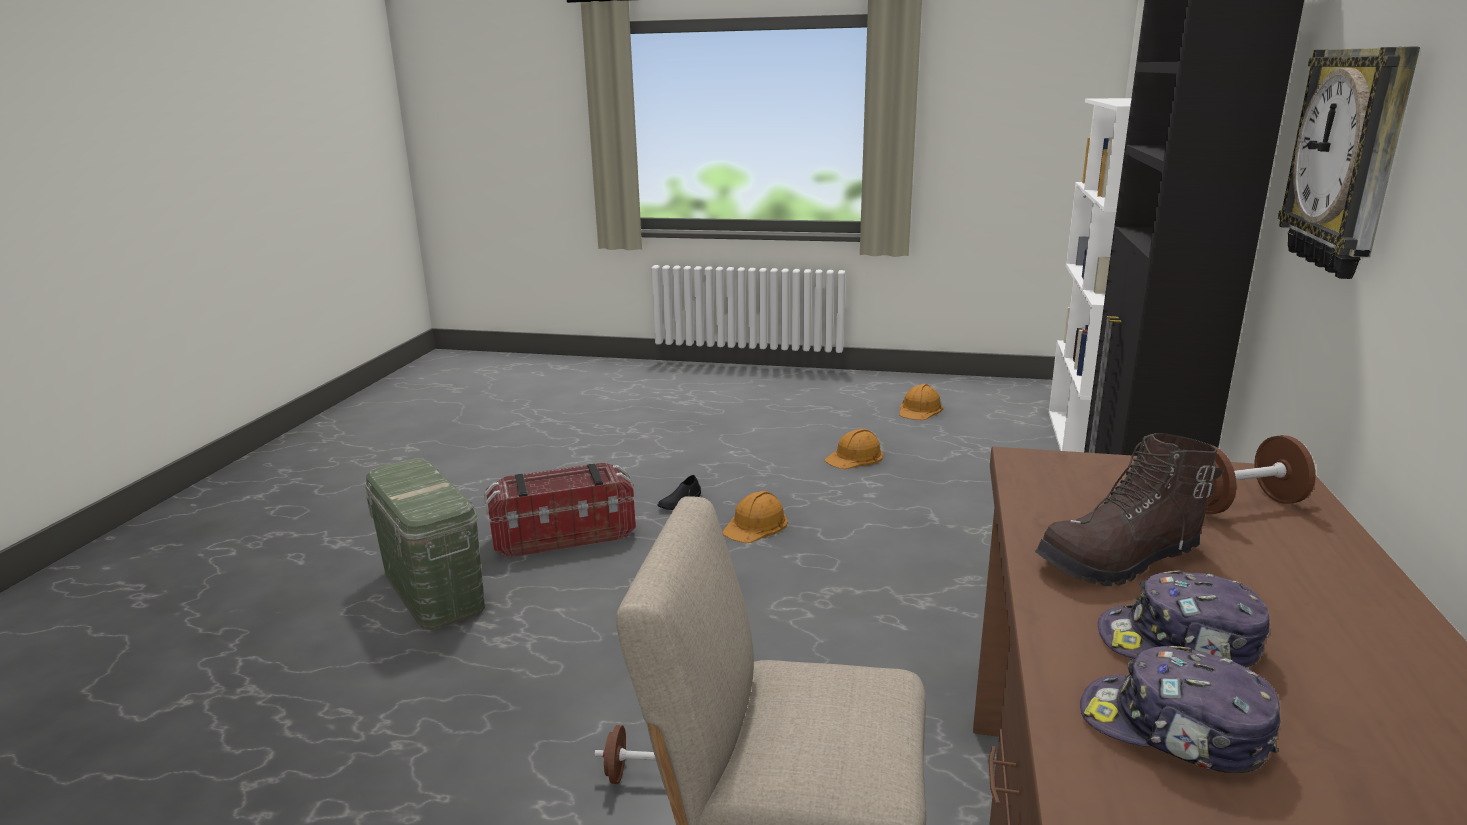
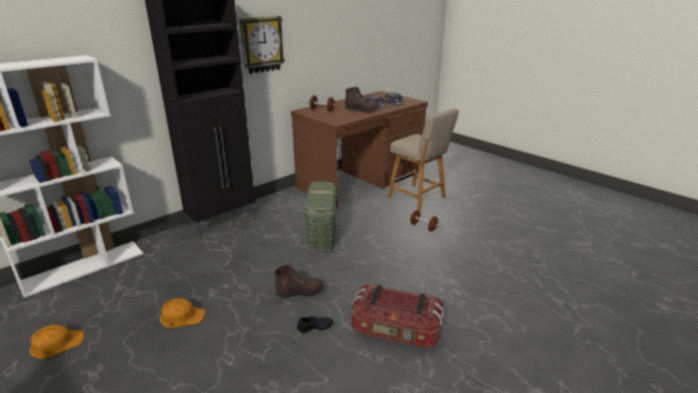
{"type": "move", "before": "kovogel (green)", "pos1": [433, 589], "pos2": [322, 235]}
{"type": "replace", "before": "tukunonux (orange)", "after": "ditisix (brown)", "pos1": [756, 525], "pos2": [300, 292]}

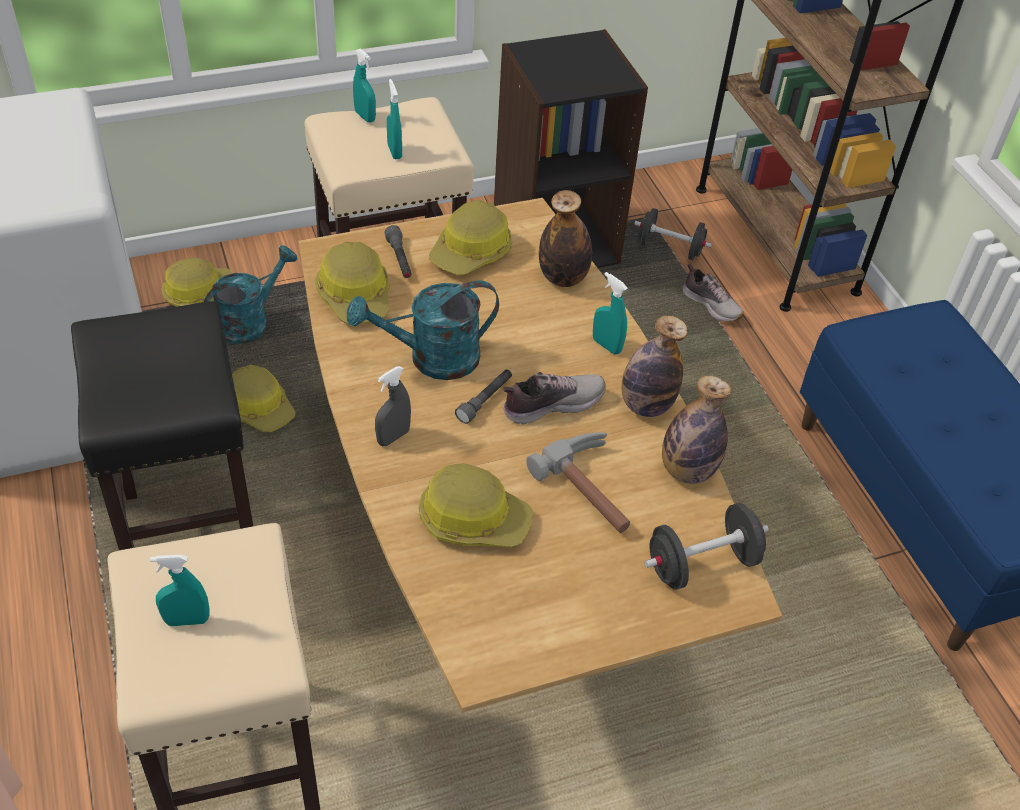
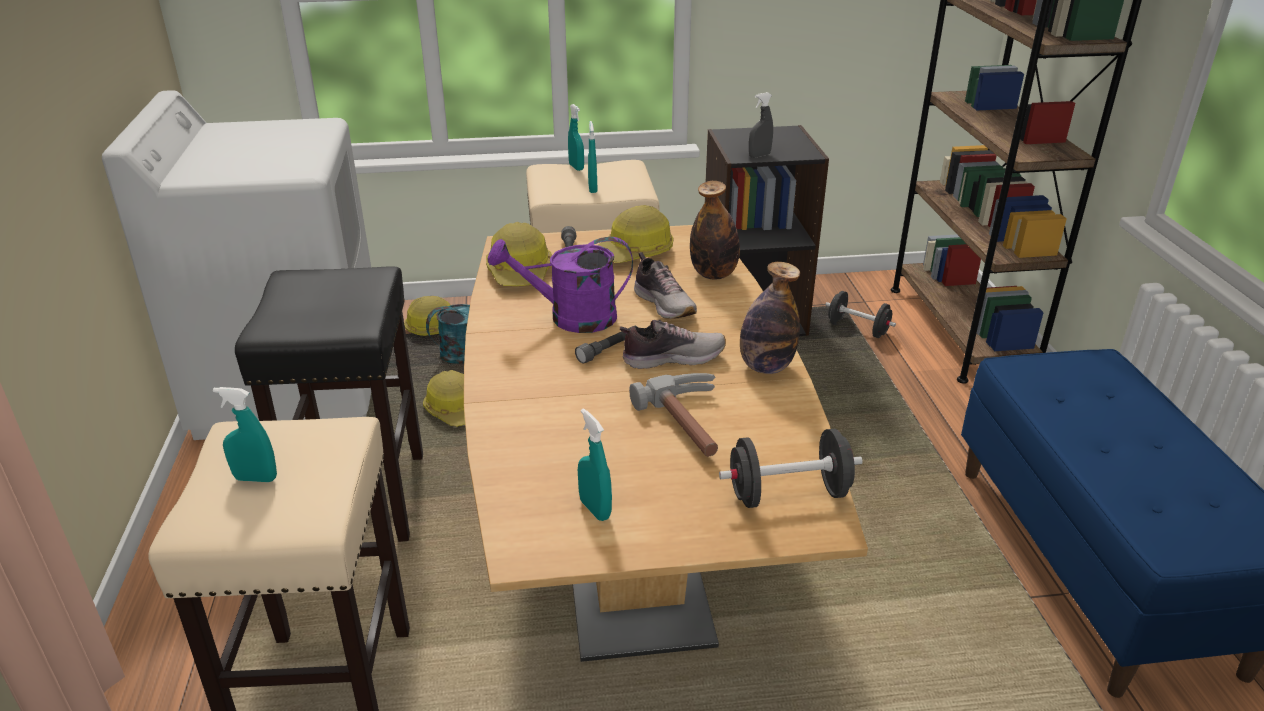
{"type": "move", "before": "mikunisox", "pos1": [711, 305], "pos2": [665, 304]}
{"type": "move", "before": "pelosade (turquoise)", "pos1": [606, 345], "pos2": [595, 509]}
{"type": "recolor", "before": "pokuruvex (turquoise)", "after": "pokuruvex (purple)", "pos1": [432, 359], "pos2": [570, 318]}
{"type": "move", "before": "pelosade (grey)", "pos1": [393, 437], "pos2": [759, 156]}
{"type": "delete", "before": "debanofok", "pos1": [687, 471]}
{"type": "delete", "before": "tukunonux", "pos1": [473, 518]}

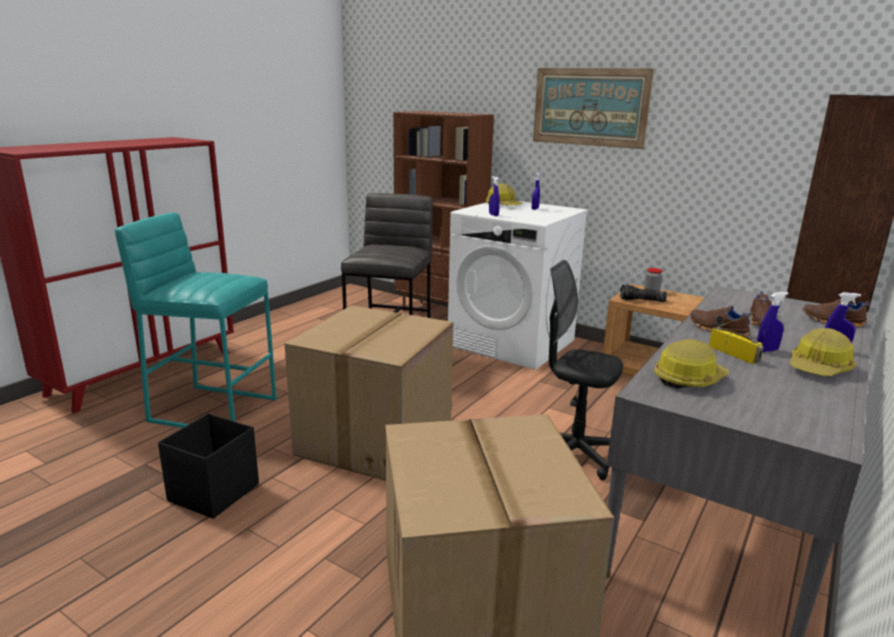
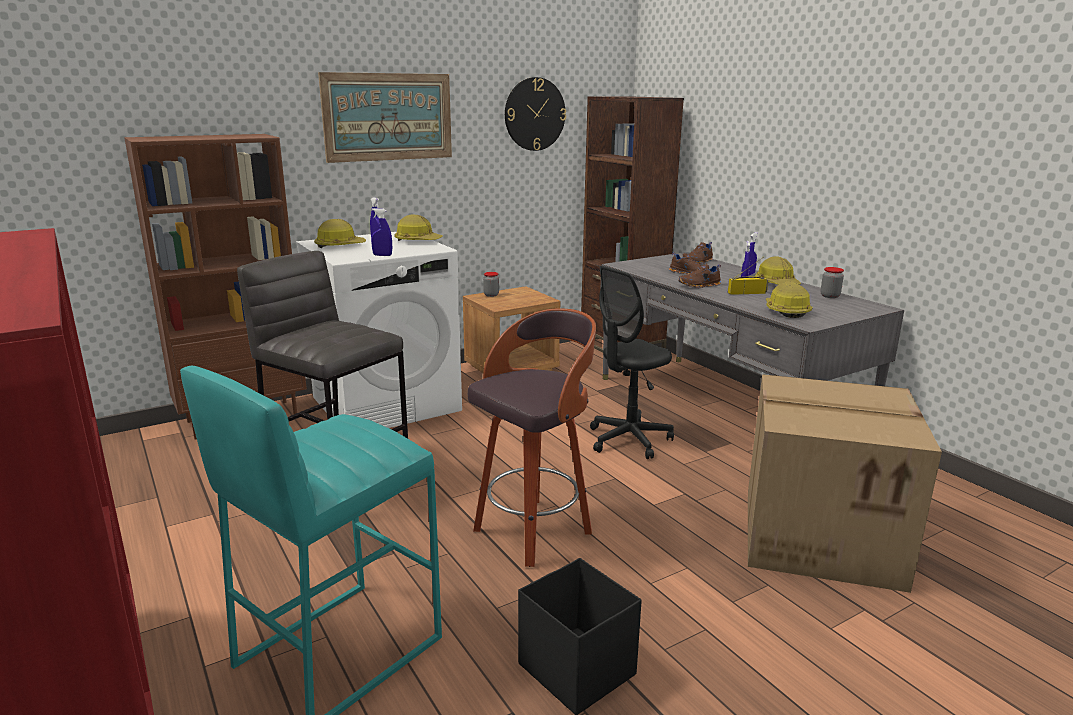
{"type": "delete", "before": "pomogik", "pos1": [642, 300]}
{"type": "replace", "before": "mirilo", "after": "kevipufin", "pos1": [376, 441], "pos2": [535, 530]}
{"type": "insert", "after": "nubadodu", "pos2": [534, 114]}
{"type": "insert", "after": "tukunonux", "pos2": [417, 241]}
{"type": "insert", "after": "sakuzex", "pos2": [830, 296]}

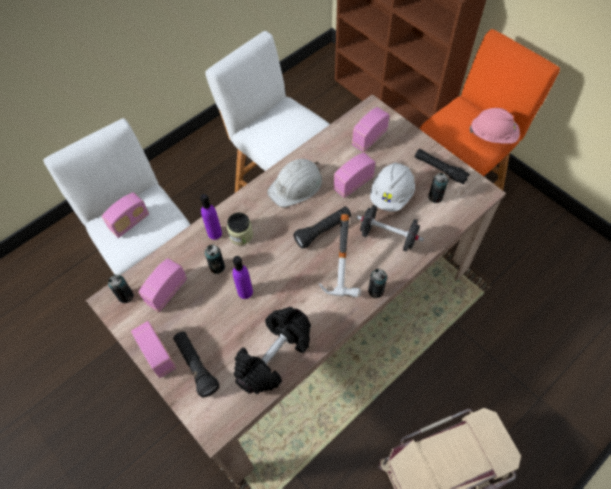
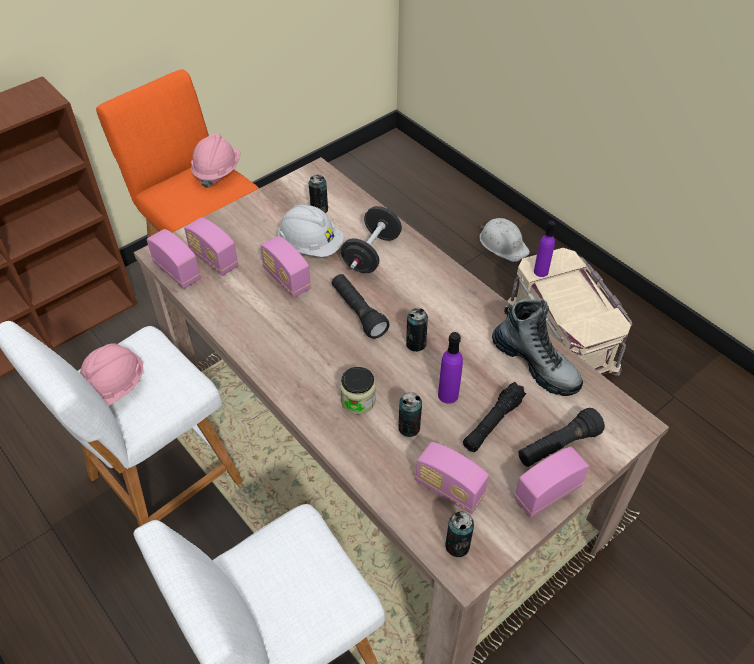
{"type": "move", "before": "pomogik (black)", "pos1": [440, 169], "pos2": [493, 423]}
{"type": "move", "before": "tukunonux (white)", "pos1": [296, 185], "pos2": [503, 244]}
{"type": "move", "before": "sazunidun", "pos1": [130, 222], "pos2": [177, 272]}
{"type": "move", "before": "debanofok (purple)", "pos1": [214, 233], "pos2": [541, 271]}
{"type": "delete", "before": "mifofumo", "pos1": [347, 271]}
{"type": "move", "before": "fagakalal", "pos1": [376, 291], "pos2": [416, 344]}
{"type": "replace", "before": "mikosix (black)", "after": "ditisix", "pos1": [274, 356], "pos2": [535, 364]}
{"type": "insert", "after": "tukunonux (pink)", "pos2": [113, 388]}

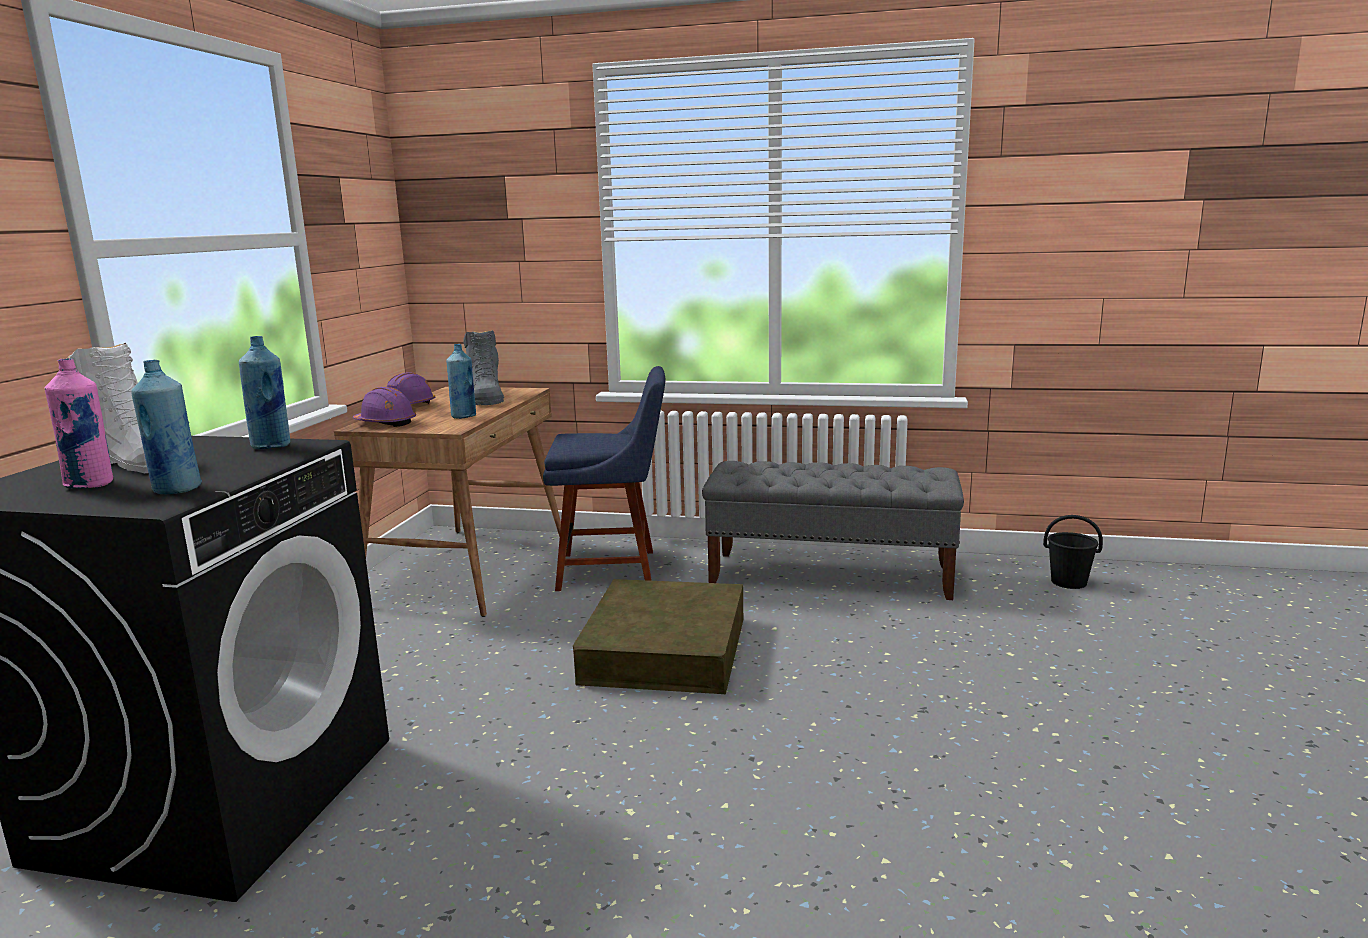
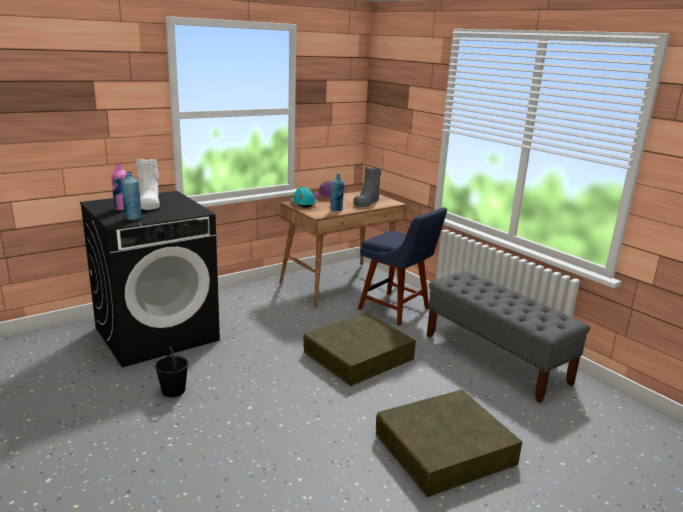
{"type": "delete", "before": "debanofok (blue)", "pos1": [272, 446]}
{"type": "recolor", "before": "tukunonux (purple)", "after": "tukunonux (turquoise)", "pos1": [386, 423], "pos2": [303, 204]}
{"type": "move", "before": "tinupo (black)", "pos1": [1069, 582], "pos2": [173, 391]}
{"type": "insert", "after": "kovogel (brown)", "pos2": [445, 449]}

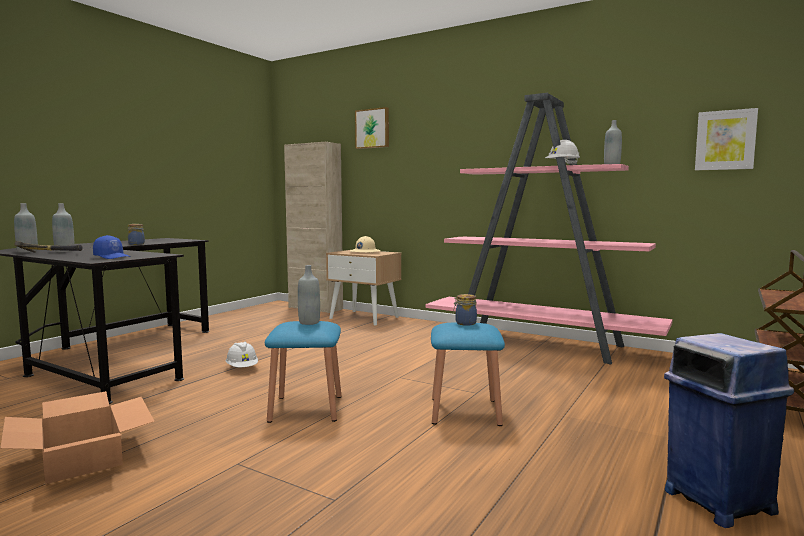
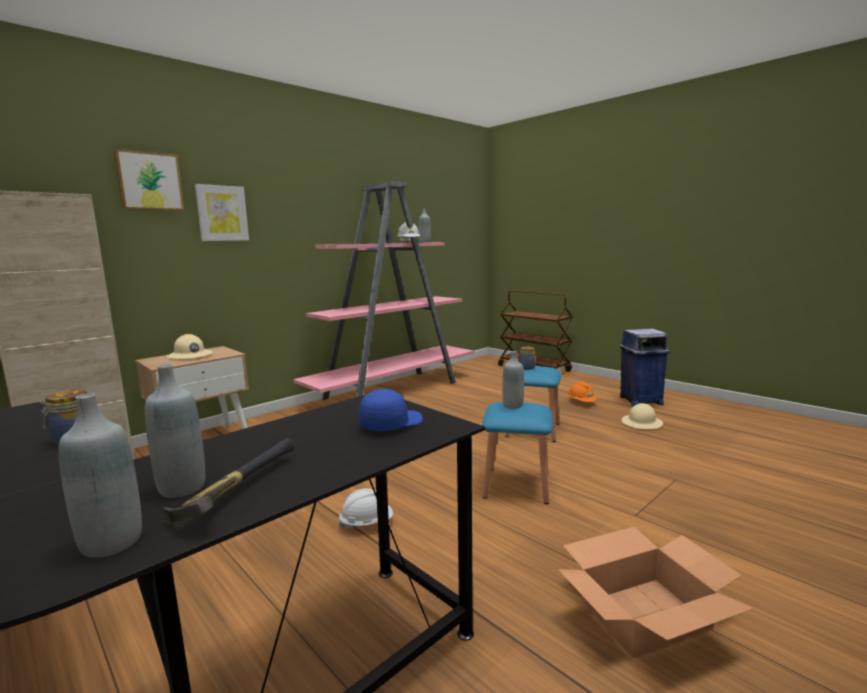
{"type": "move", "before": "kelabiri", "pos1": [725, 140], "pos2": [222, 213]}
{"type": "insert", "after": "tukunonux (orange)", "pos2": [581, 402]}
{"type": "insert", "after": "tukunonux (beige)", "pos2": [642, 423]}

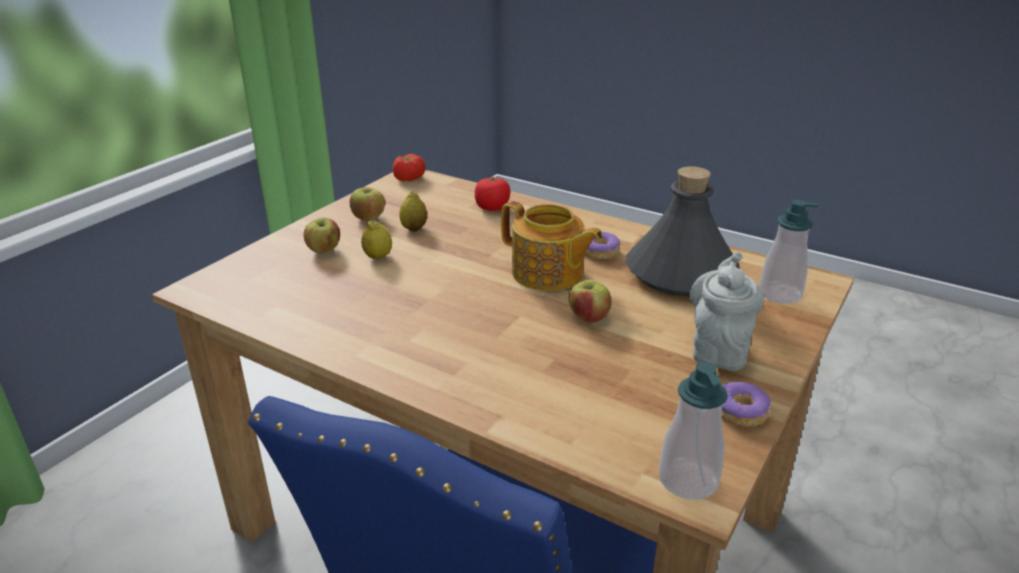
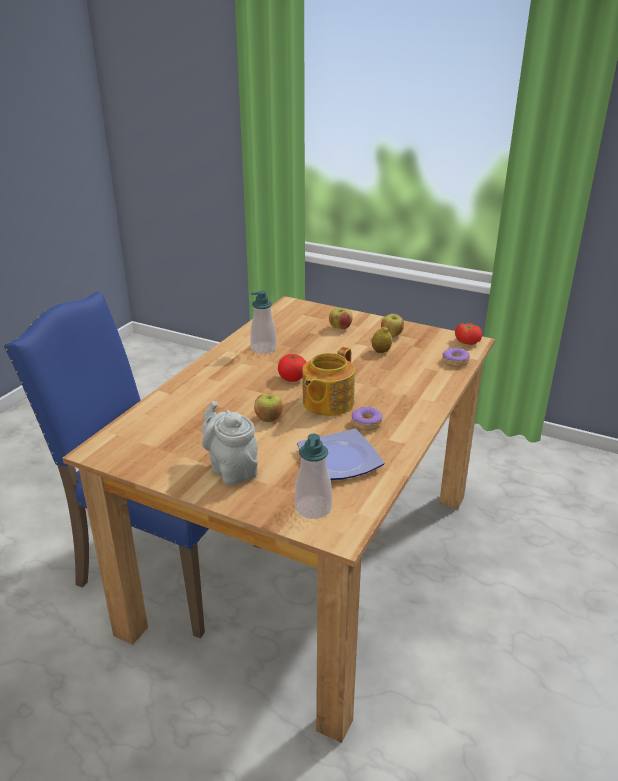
{"type": "replace", "before": "debanofok (grey)", "after": "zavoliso", "pos1": [680, 274], "pos2": [337, 459]}
{"type": "move", "before": "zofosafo", "pos1": [492, 207], "pos2": [292, 378]}
{"type": "delete", "before": "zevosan", "pos1": [378, 257]}
{"type": "rotate", "before": "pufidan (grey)", "pos1": [719, 348], "pos2": [231, 469], "turn": -135}
{"type": "move", "before": "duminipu", "pos1": [688, 480], "pos2": [263, 348]}
{"type": "move", "before": "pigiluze", "pos1": [741, 412], "pos2": [455, 362]}

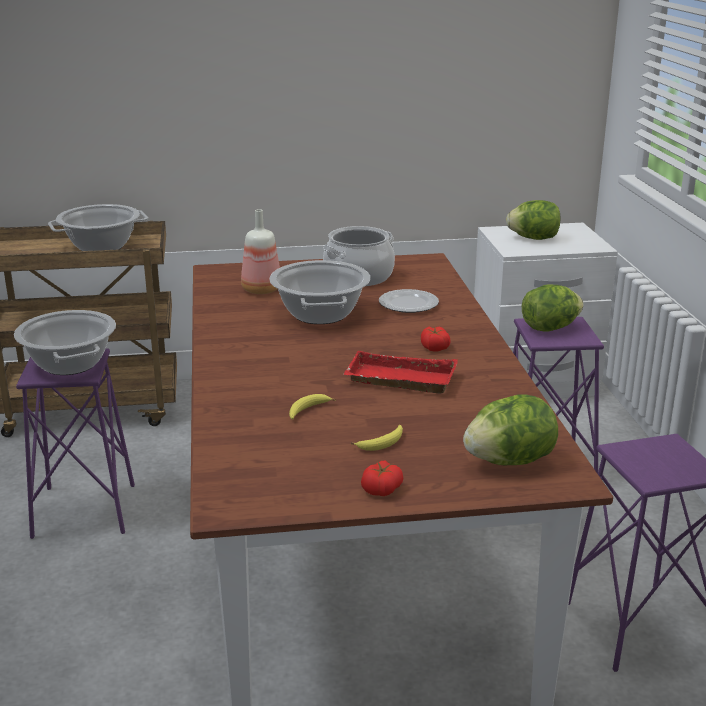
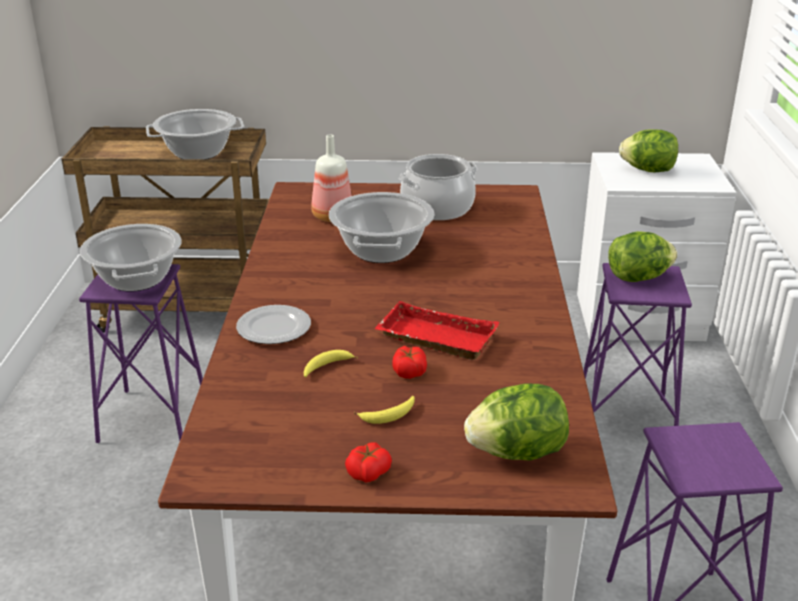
{"type": "move", "before": "zavoliso", "pos1": [408, 305], "pos2": [273, 329]}
{"type": "move", "before": "zofosafo", "pos1": [434, 347], "pos2": [409, 371]}

